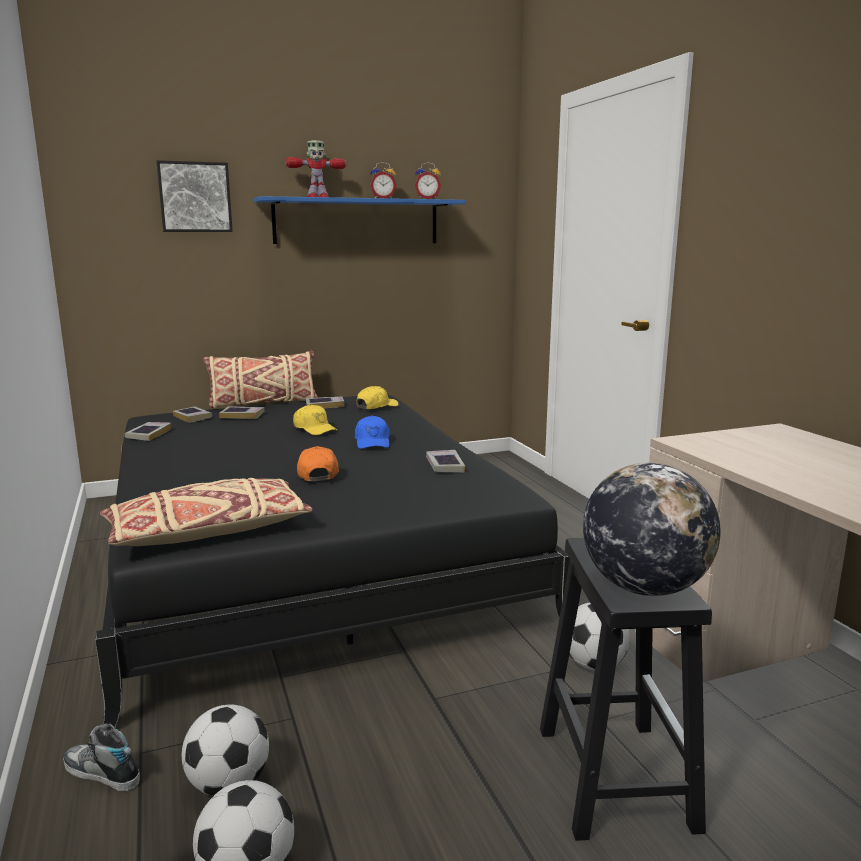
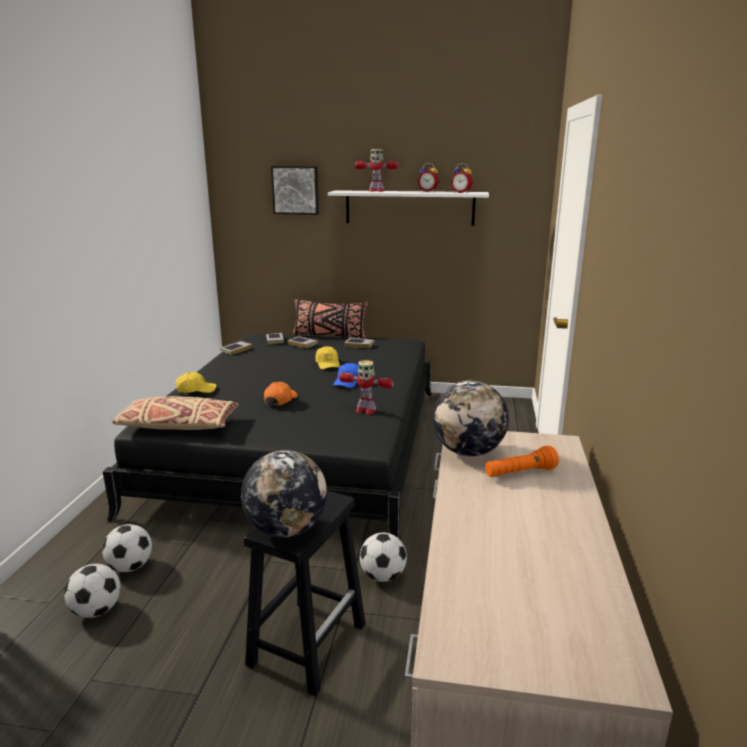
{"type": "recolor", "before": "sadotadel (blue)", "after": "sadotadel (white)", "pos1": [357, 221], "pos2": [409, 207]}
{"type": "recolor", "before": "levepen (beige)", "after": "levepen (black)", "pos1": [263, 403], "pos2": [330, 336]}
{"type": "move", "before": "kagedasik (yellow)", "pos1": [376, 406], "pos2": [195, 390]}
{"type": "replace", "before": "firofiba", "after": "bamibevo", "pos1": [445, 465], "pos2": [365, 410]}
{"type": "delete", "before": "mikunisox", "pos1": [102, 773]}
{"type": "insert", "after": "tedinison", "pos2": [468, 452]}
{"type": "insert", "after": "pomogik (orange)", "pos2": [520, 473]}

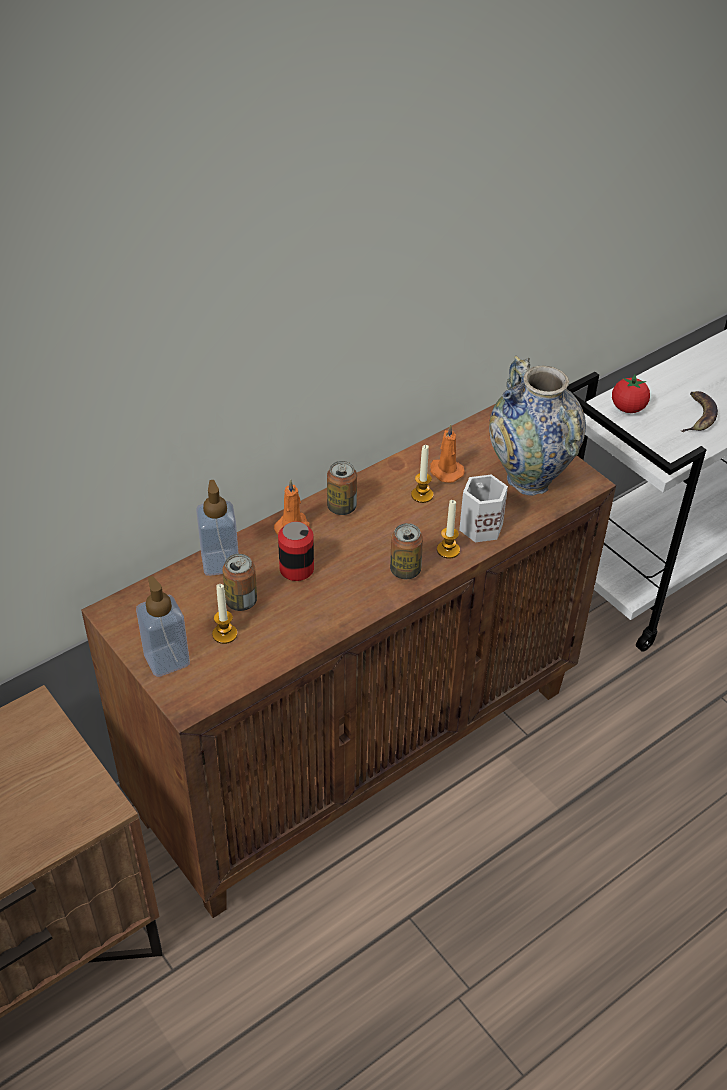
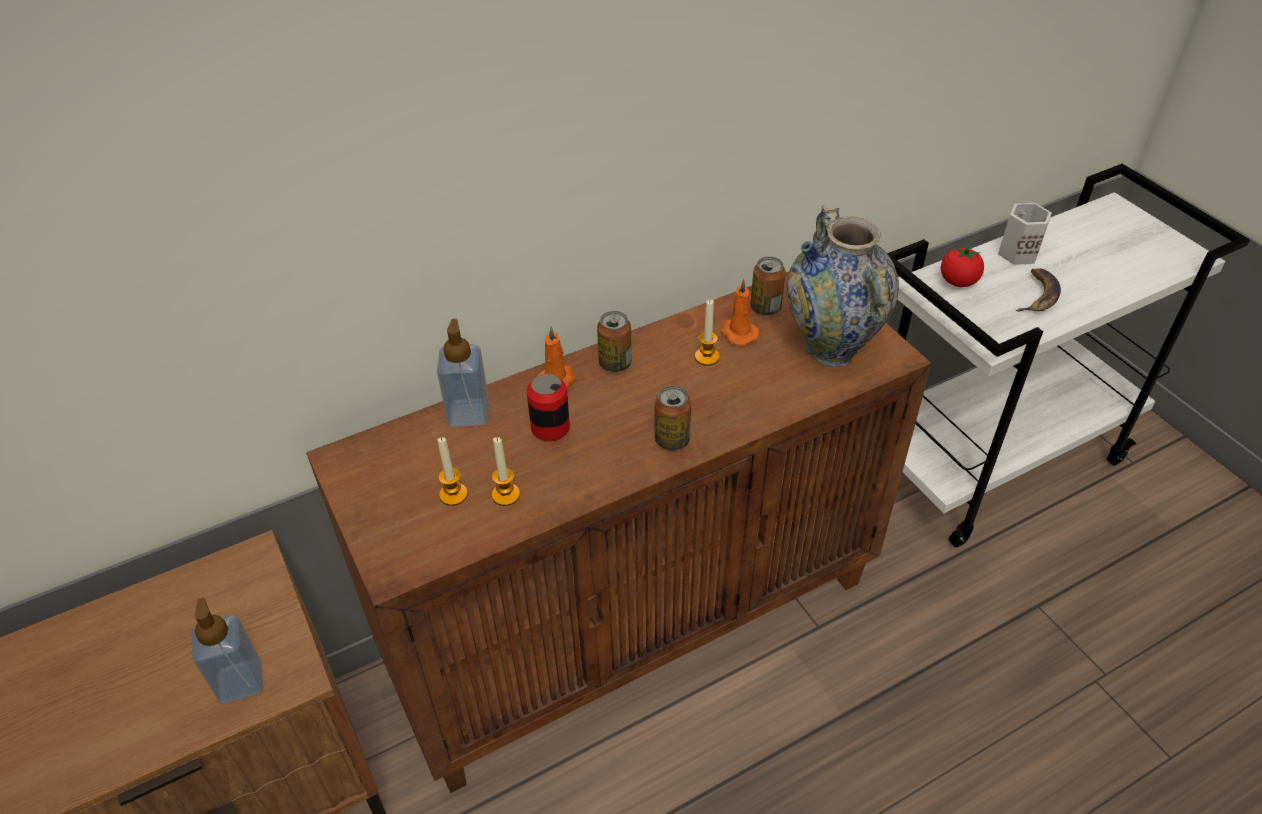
{"type": "move", "before": "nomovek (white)", "pos1": [479, 526], "pos2": [1016, 252]}
{"type": "move", "before": "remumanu", "pos1": [448, 550], "pos2": [506, 495]}
{"type": "move", "before": "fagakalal", "pos1": [241, 601], "pos2": [765, 308]}
{"type": "move", "before": "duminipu", "pos1": [167, 660], "pos2": [240, 681]}

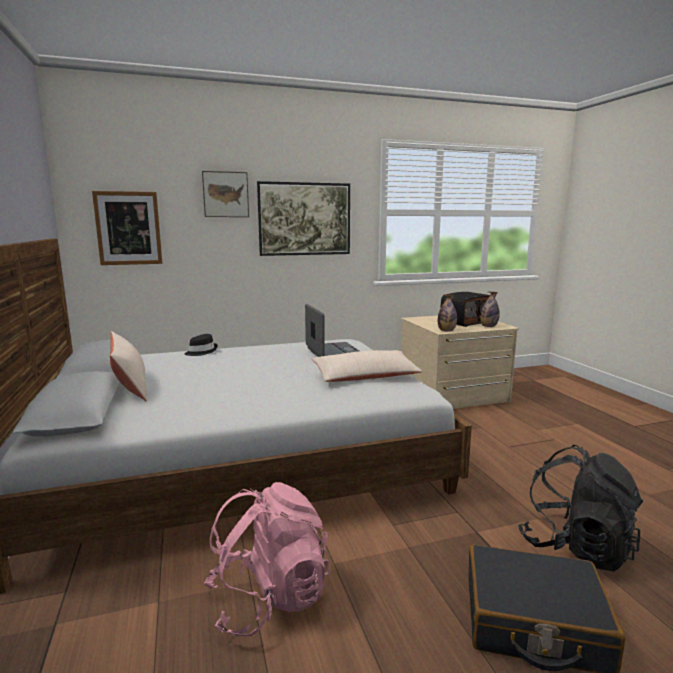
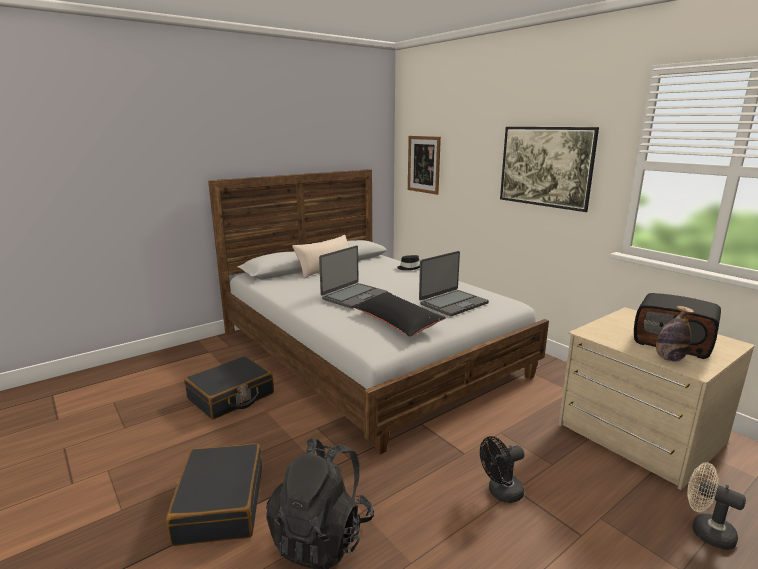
{"type": "delete", "before": "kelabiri", "pos1": [225, 194]}
{"type": "delete", "before": "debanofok", "pos1": [446, 331]}
{"type": "recolor", "before": "levepen (beige)", "after": "levepen (black)", "pos1": [365, 376], "pos2": [397, 322]}
{"type": "replace", "before": "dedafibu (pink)", "after": "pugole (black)", "pos1": [269, 598], "pos2": [231, 397]}
{"type": "insert", "after": "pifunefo", "pos2": [354, 296]}
{"type": "insert", "after": "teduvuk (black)", "pos2": [501, 493]}
{"type": "insert", "after": "teduvuk (beige)", "pos2": [705, 531]}

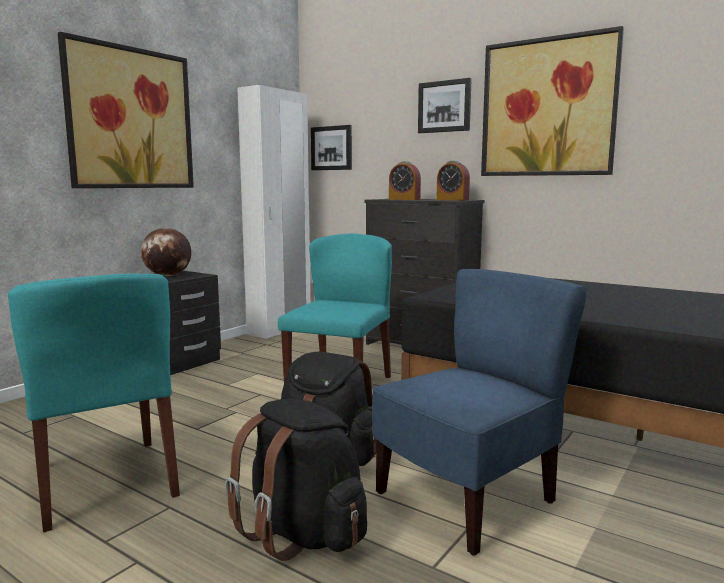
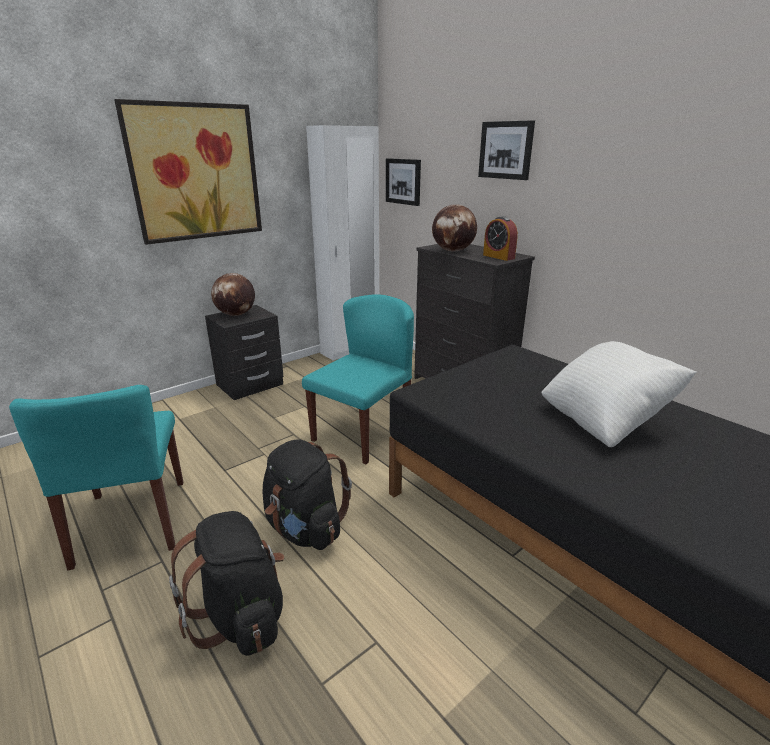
{"type": "delete", "before": "kelabiri", "pos1": [547, 108]}
{"type": "replace", "before": "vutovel", "after": "tedinison", "pos1": [404, 199], "pos2": [453, 251]}
{"type": "delete", "before": "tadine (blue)", "pos1": [467, 499]}
{"type": "insert", "after": "levepen (white)", "pos2": [604, 420]}

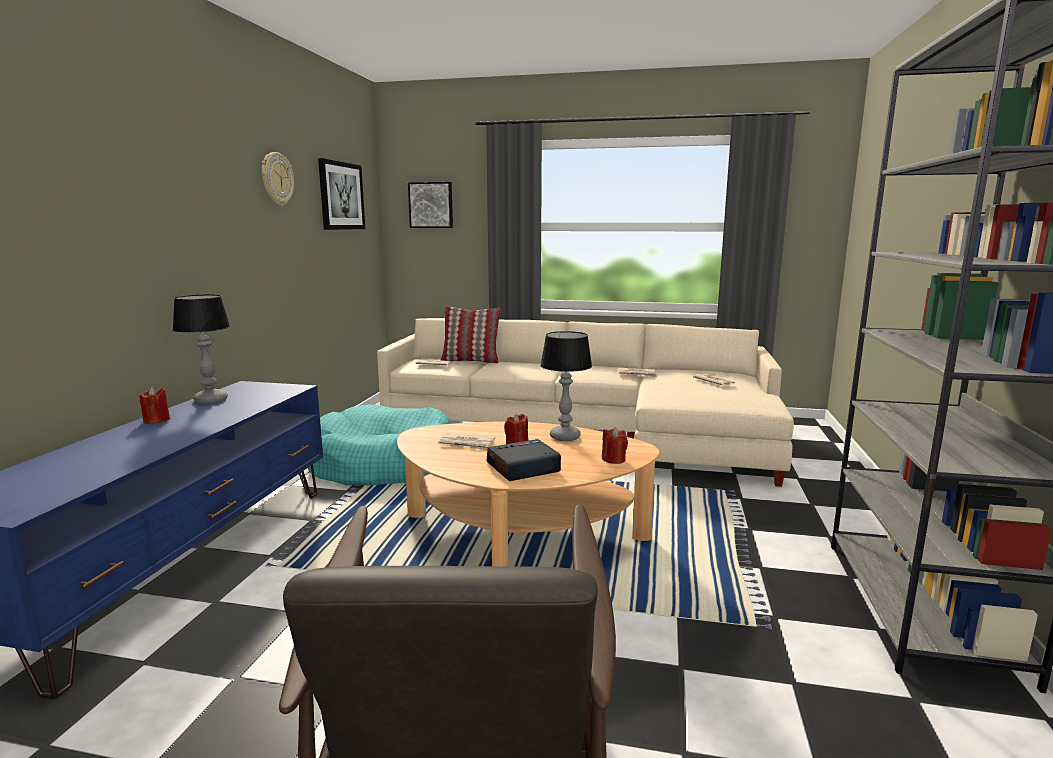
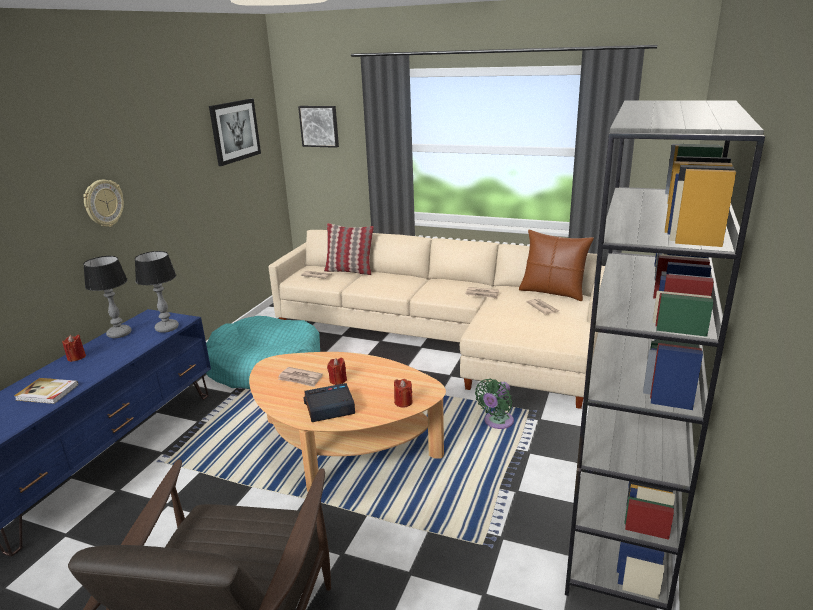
{"type": "move", "before": "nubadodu", "pos1": [276, 179], "pos2": [103, 203]}
{"type": "move", "before": "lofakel", "pos1": [565, 437], "pos2": [167, 328]}
{"type": "insert", "after": "levepen (brown)", "pos2": [552, 292]}
{"type": "insert", "after": "firofiba", "pos2": [47, 393]}
{"type": "insert", "after": "teduvuk (green)", "pos2": [497, 422]}

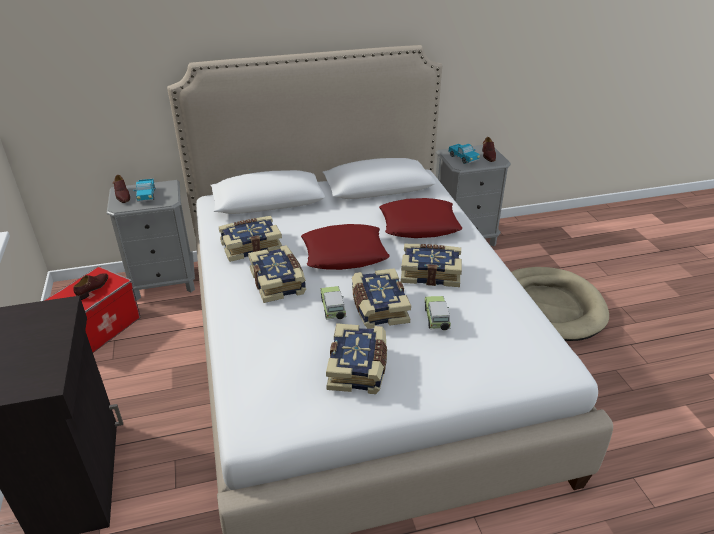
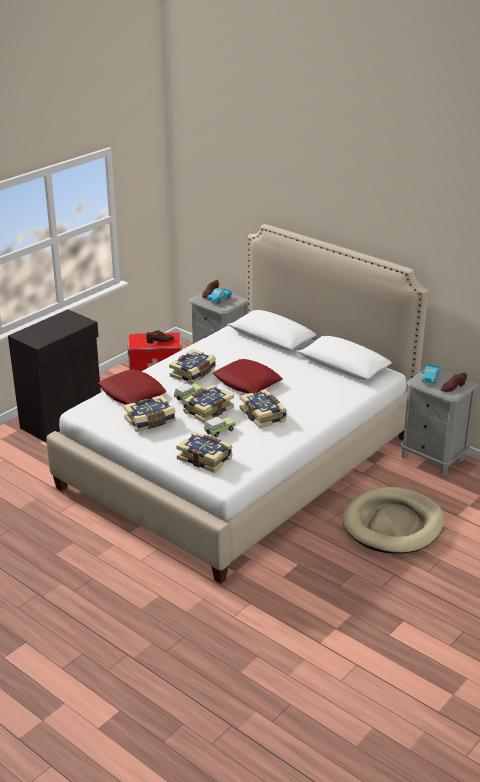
{"type": "move", "before": "levepen (red)", "pos1": [419, 225], "pos2": [132, 393]}
{"type": "move", "before": "firofiba", "pos1": [251, 246], "pos2": [205, 458]}

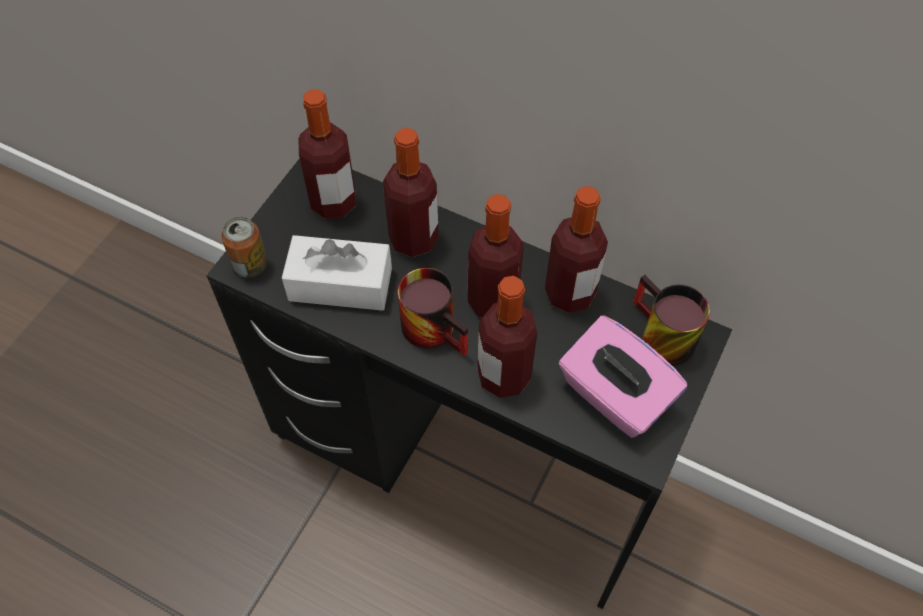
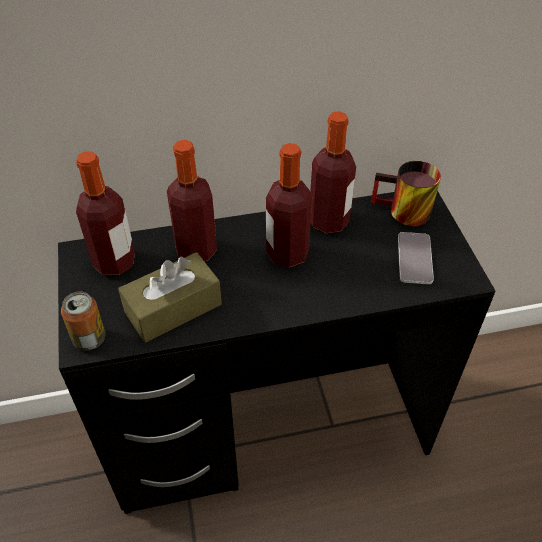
{"type": "recolor", "before": "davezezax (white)", "after": "davezezax (brown)", "pos1": [340, 284], "pos2": [173, 308]}
{"type": "delete", "before": "nomovek", "pos1": [438, 328]}
{"type": "delete", "before": "debanofok", "pos1": [504, 376]}
{"type": "replace", "before": "davezezax (pink)", "after": "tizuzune", "pos1": [614, 395], "pos2": [414, 259]}

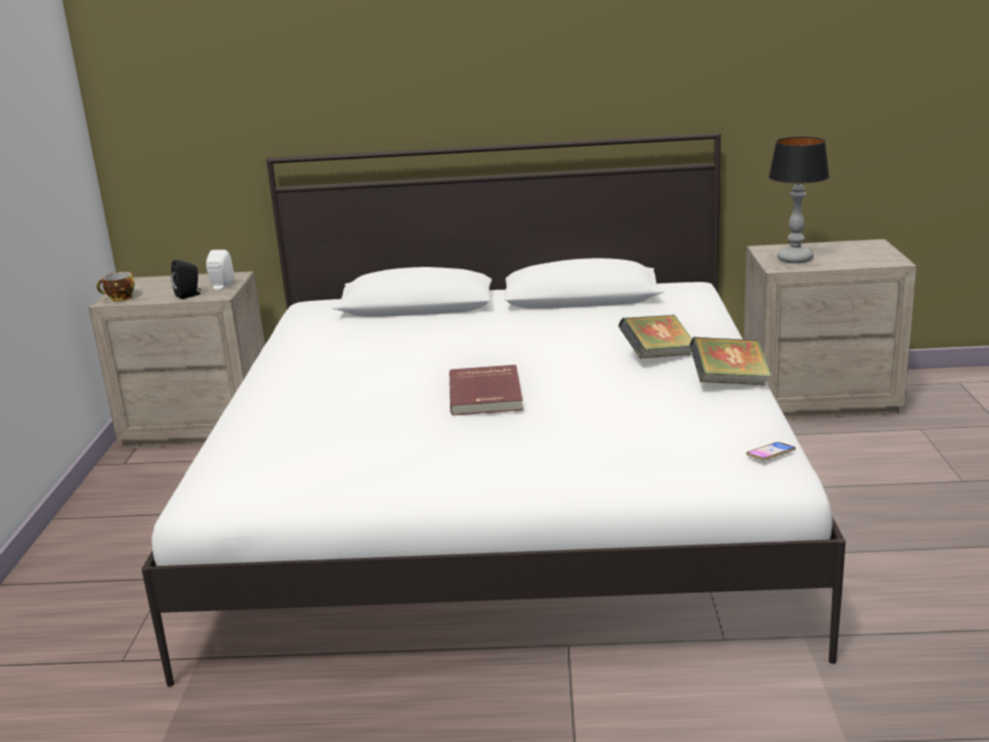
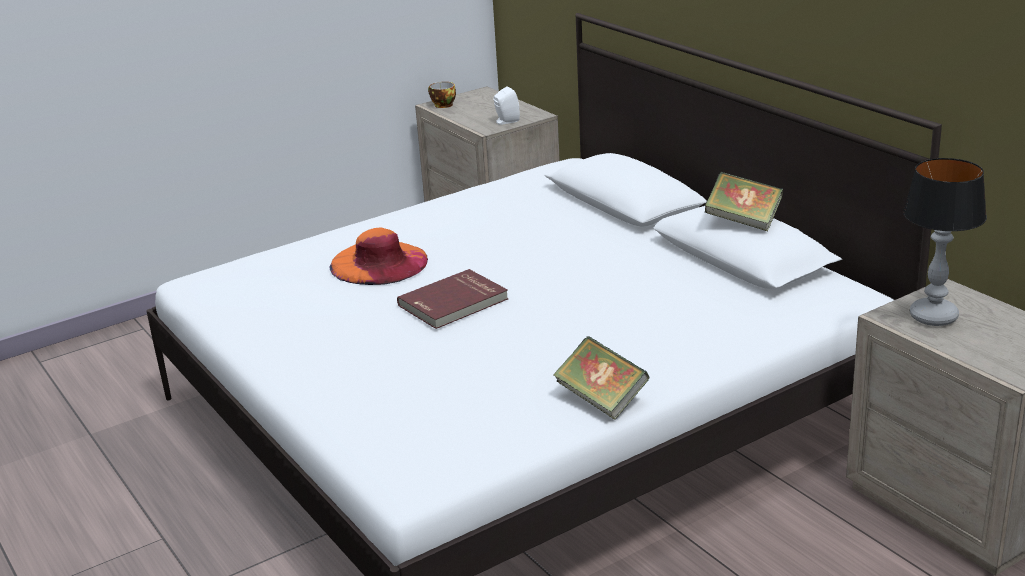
{"type": "delete", "before": "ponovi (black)", "pos1": [189, 295]}
{"type": "move", "before": "firofiba", "pos1": [657, 357], "pos2": [743, 221]}
{"type": "delete", "before": "tizuzune", "pos1": [770, 454]}
{"type": "insert", "after": "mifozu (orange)", "pos2": [379, 263]}

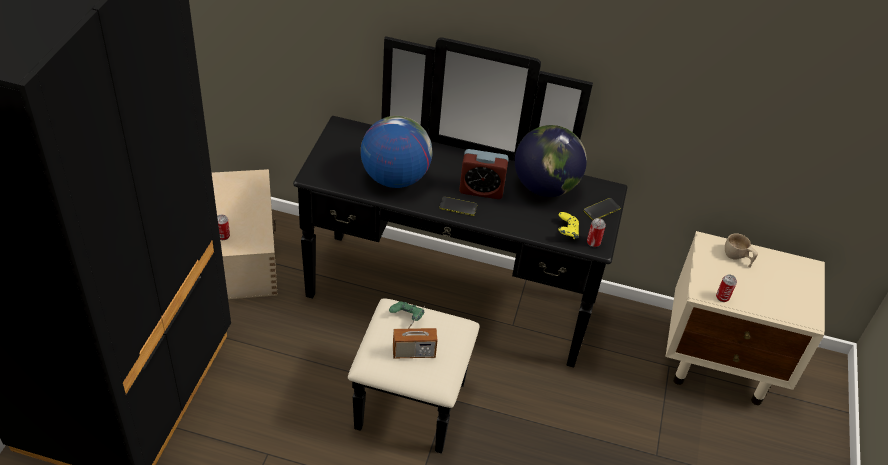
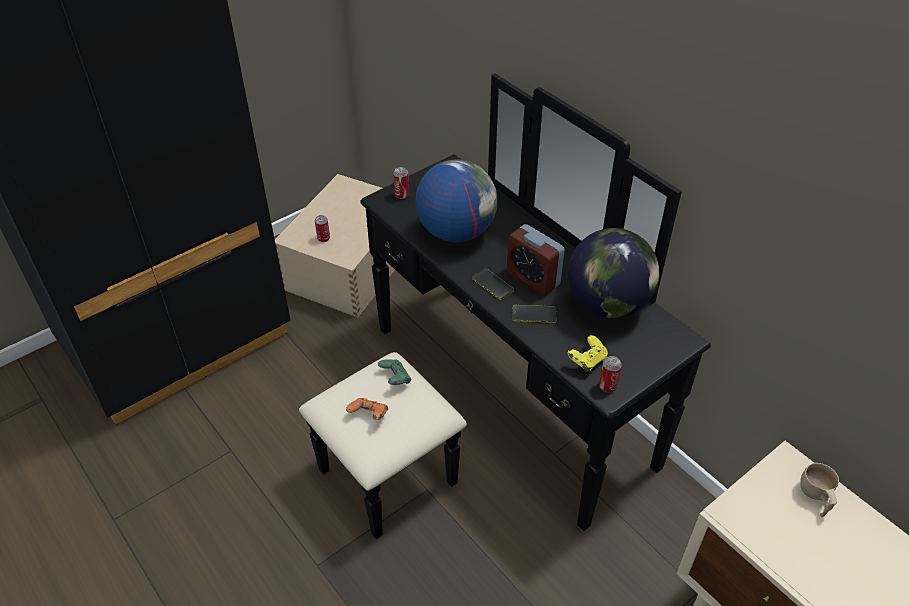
{"type": "move", "before": "tizuzune", "pos1": [601, 209], "pos2": [534, 314]}
{"type": "move", "before": "fagakalal", "pos1": [722, 297], "pos2": [402, 195]}
{"type": "replace", "before": "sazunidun", "after": "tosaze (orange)", "pos1": [414, 352], "pos2": [369, 415]}

